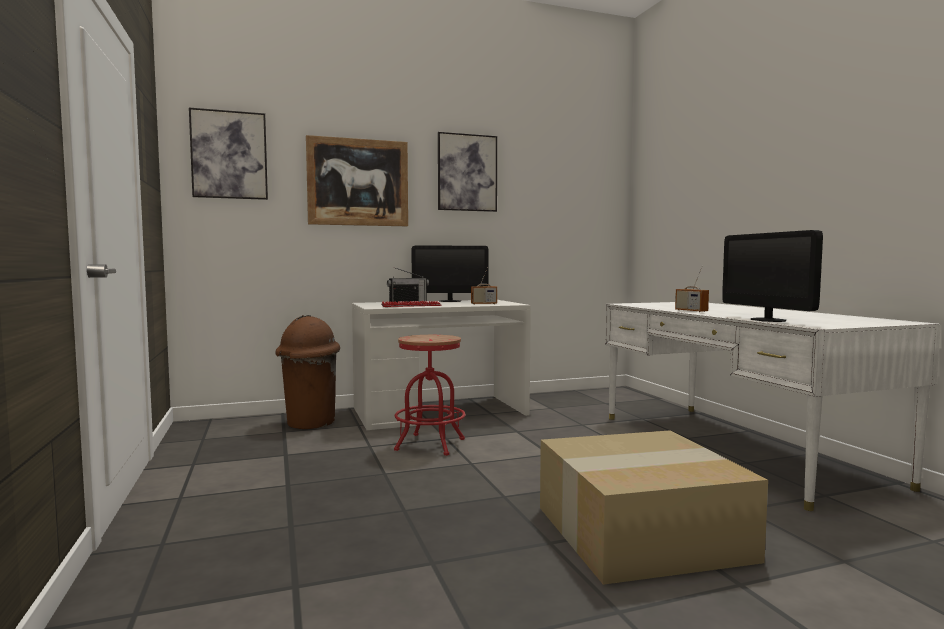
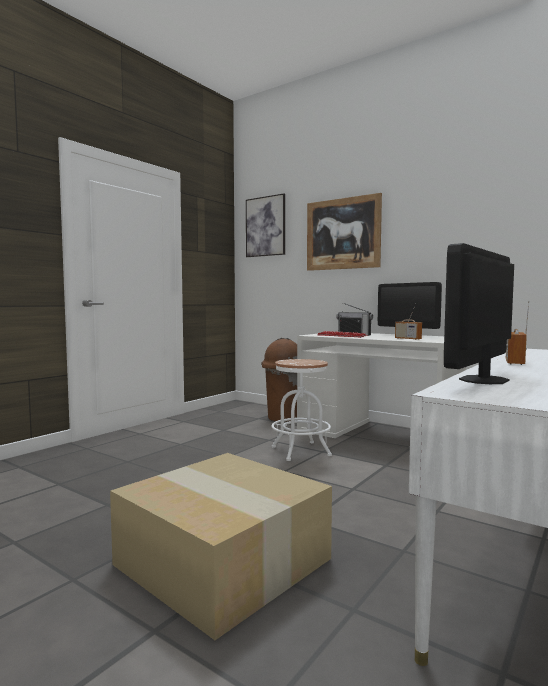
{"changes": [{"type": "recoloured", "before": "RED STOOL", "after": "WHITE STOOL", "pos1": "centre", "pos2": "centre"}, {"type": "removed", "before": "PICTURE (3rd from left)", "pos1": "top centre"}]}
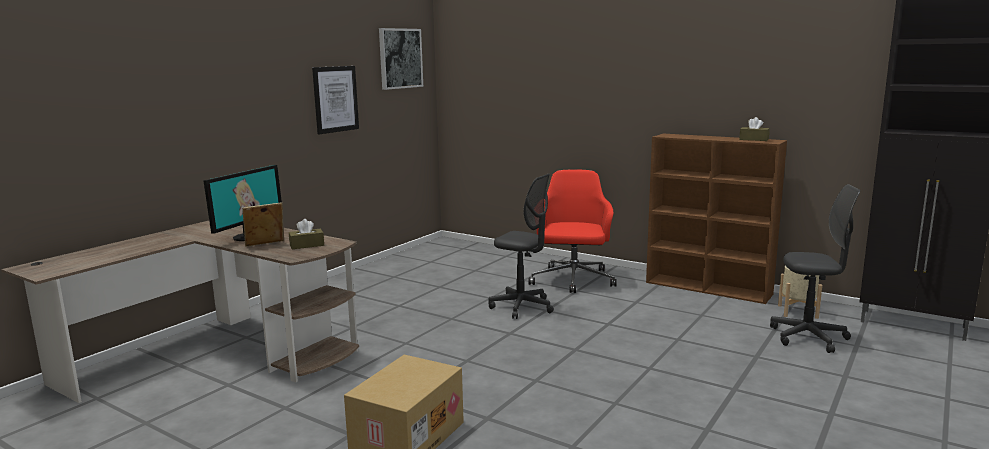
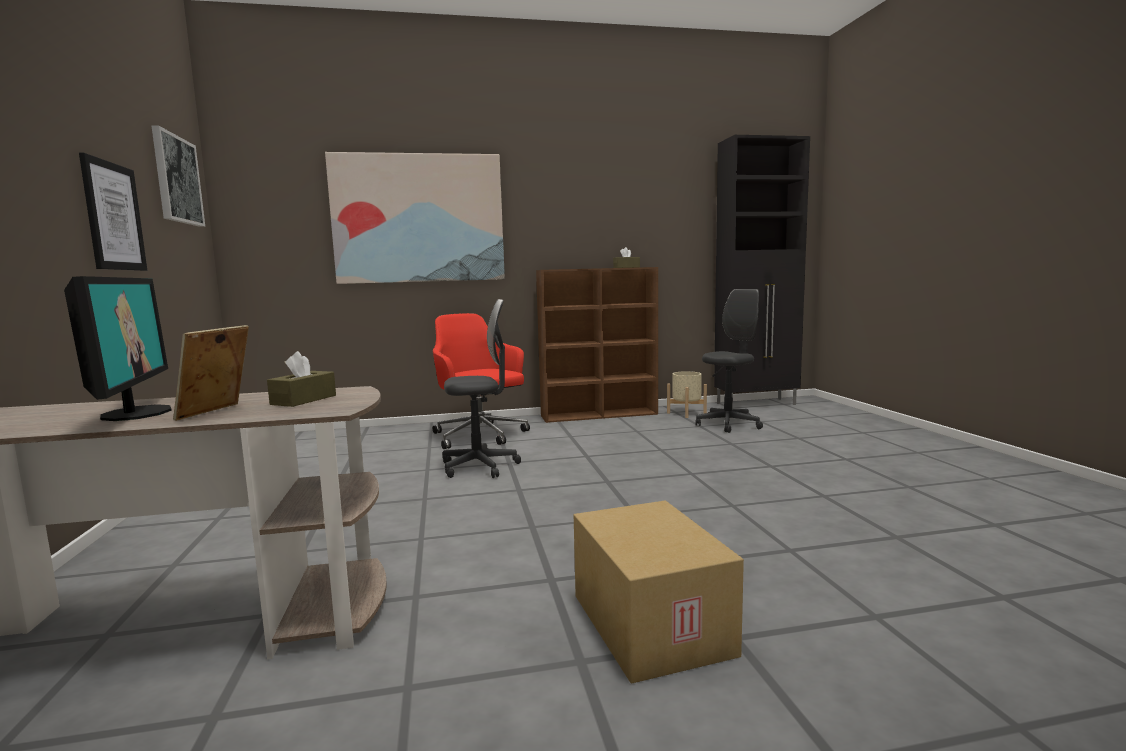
{"changes": [{"type": "added", "after": "PICTURE (3rd from left)", "pos2": "top centre"}]}
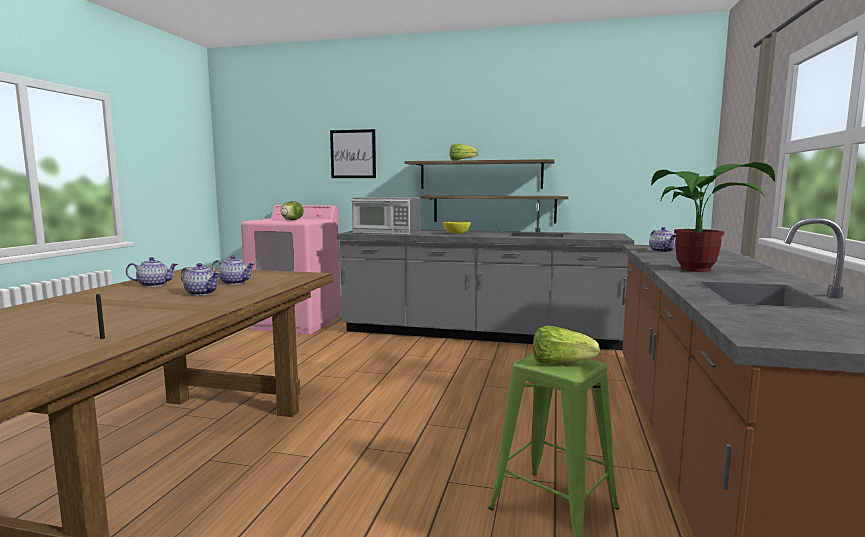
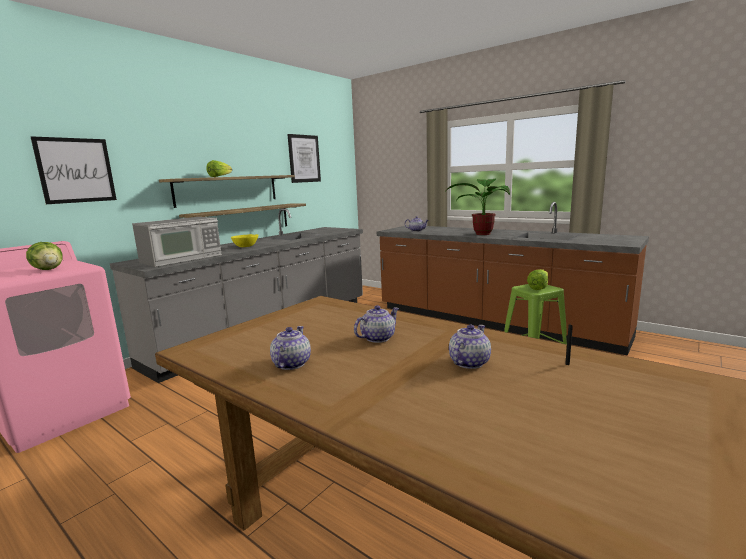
{"changes": [{"type": "added", "after": "PICTURE (2nd from left)", "pos2": "top centre"}, {"type": "moved", "before": "TEAPOT (3rd from left in the first image)", "after": "TEAPOT (4th from left)", "pos1": "middle left", "pos2": "centre"}]}
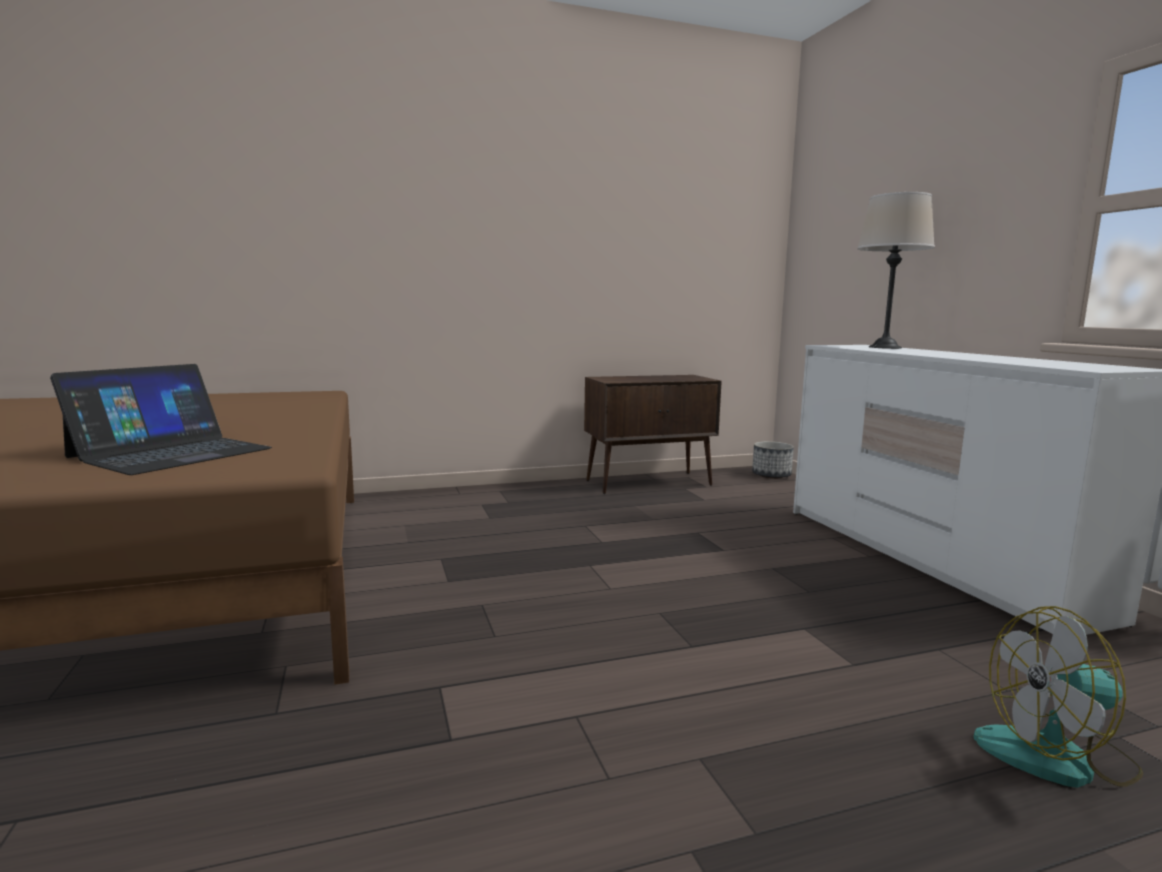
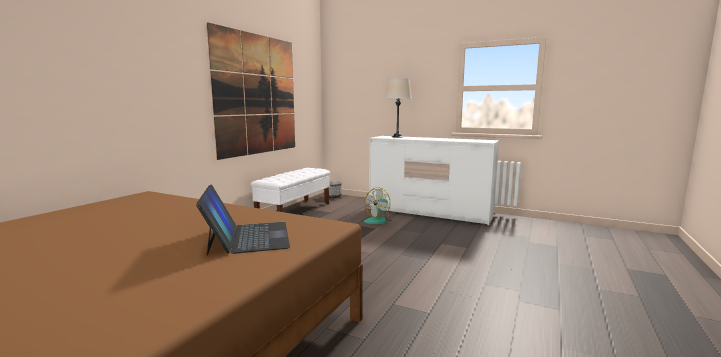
{"changes": [{"type": "added", "after": "PICTURE", "pos2": "top centre"}, {"type": "replaced", "before": "BROWN CABINET", "after": "WHITE BENCH", "pos1": "centre", "pos2": "centre"}, {"type": "moved", "before": "FAN", "pos1": "bottom right", "pos2": "centre"}]}
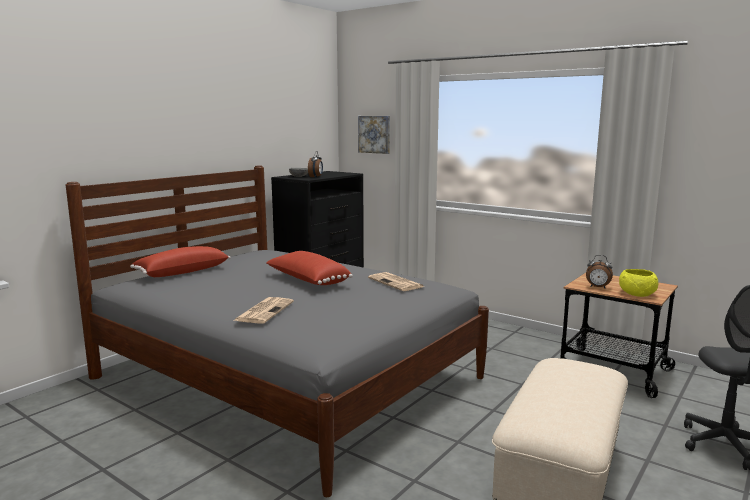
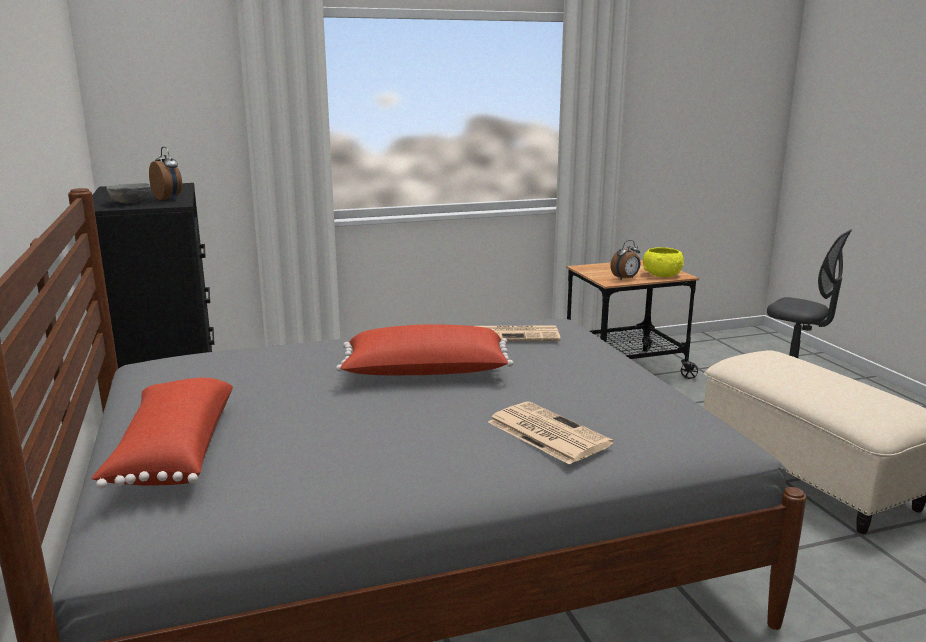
{"changes": [{"type": "removed", "before": "PICTURE", "pos1": "top centre"}]}
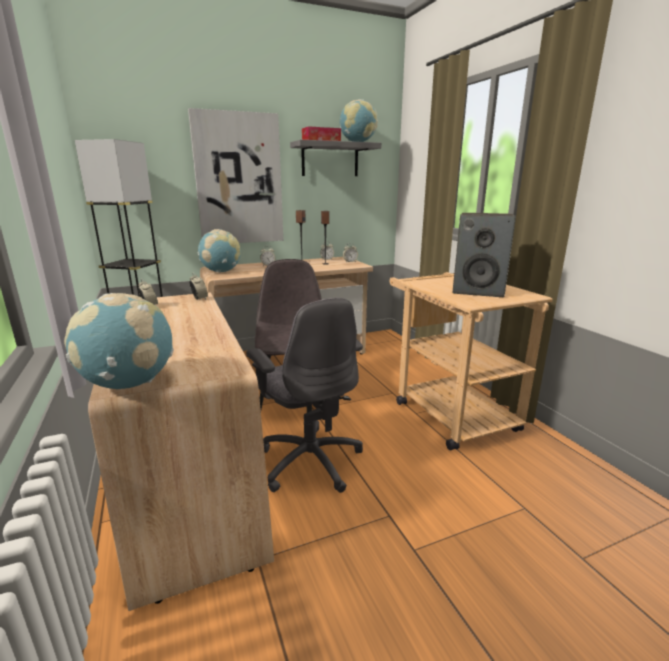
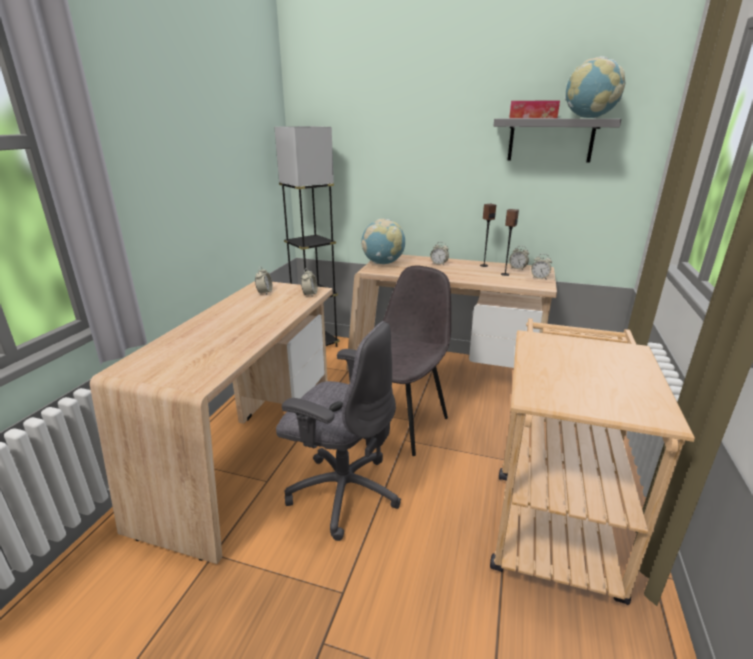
{"changes": [{"type": "turned", "before": "GREY OFFICE CHAIR", "pos1": "centre", "pos2": "centre", "turn": -75}, {"type": "removed", "before": "GLOBE (1st from left)", "pos1": "middle left"}, {"type": "removed", "before": "PICTURE", "pos1": "top centre"}, {"type": "removed", "before": "SPEAKER (3rd from left)", "pos1": "middle right"}]}
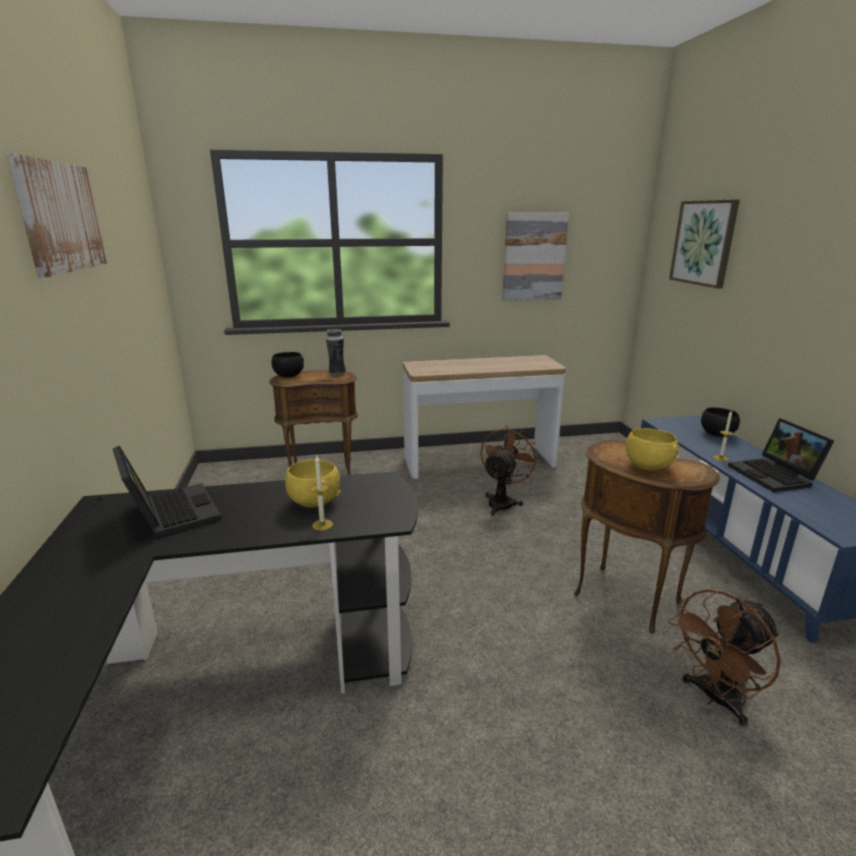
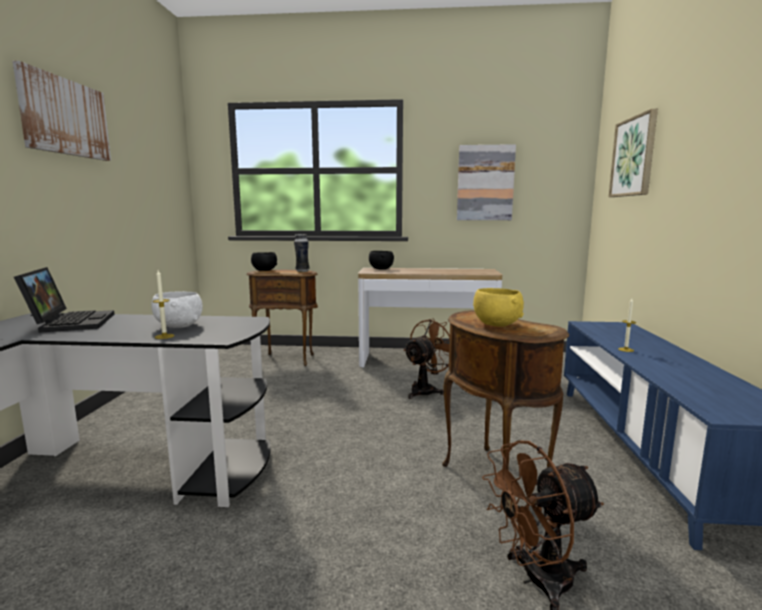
{"changes": [{"type": "recoloured", "before": "YELLOW BOWL (1st from left)", "after": "WHITE BOWL", "pos1": "centre", "pos2": "middle left"}, {"type": "moved", "before": "BLACK BOWL (2nd from left)", "pos1": "middle right", "pos2": "centre"}, {"type": "removed", "before": "LAPTOP (2nd from left)", "pos1": "middle right"}]}
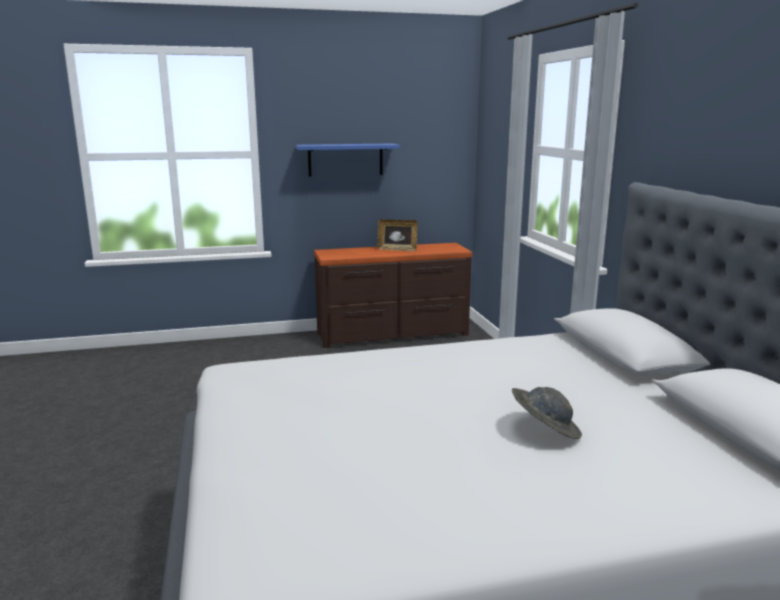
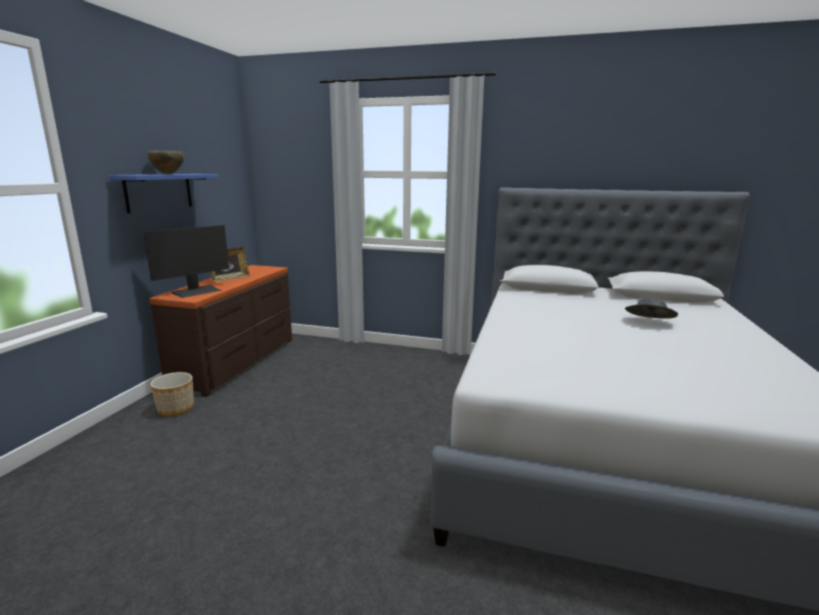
{"changes": [{"type": "added", "after": "MONITOR", "pos2": "middle left"}, {"type": "added", "after": "BROWN BOWL", "pos2": "top left"}, {"type": "added", "after": "PLANTER", "pos2": "middle left"}]}
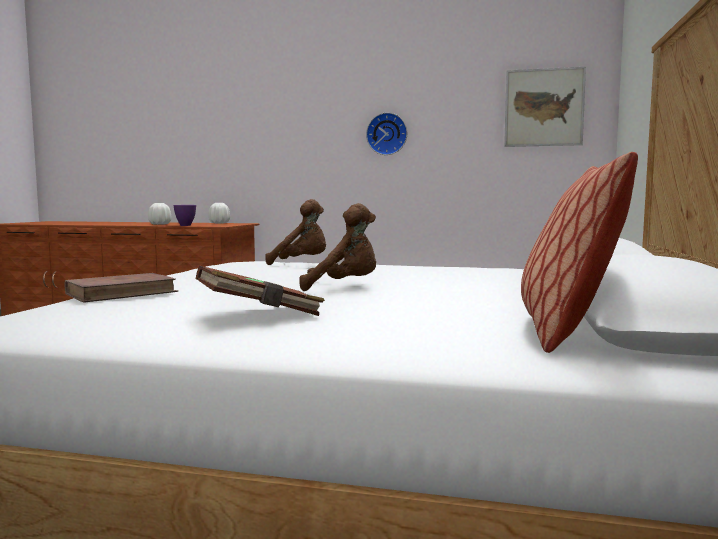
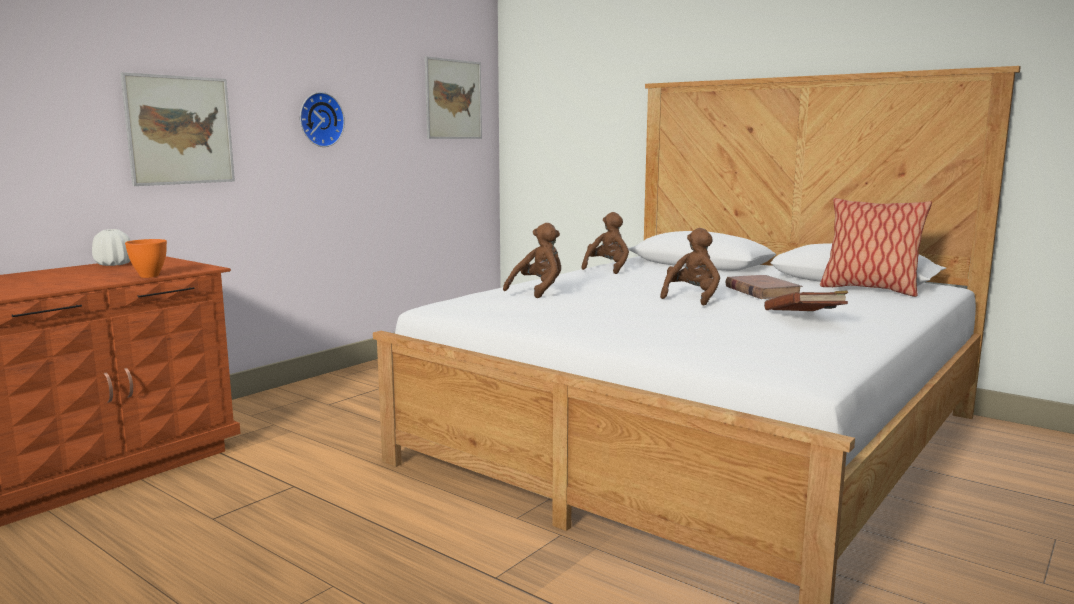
{"changes": [{"type": "added", "after": "PICTURE (1st from left)", "pos2": "top left"}, {"type": "recoloured", "before": "PURPLE BOWL", "after": "ORANGE BOWL", "pos1": "middle left", "pos2": "middle left"}, {"type": "added", "after": "BROWN PLUSH TOY (2nd from left)", "pos2": "centre"}, {"type": "moved", "before": "BROWN BOOK (1st from left)", "pos1": "middle left", "pos2": "middle right"}, {"type": "removed", "before": "WHITE VASE (1st from left)", "pos1": "middle left"}]}
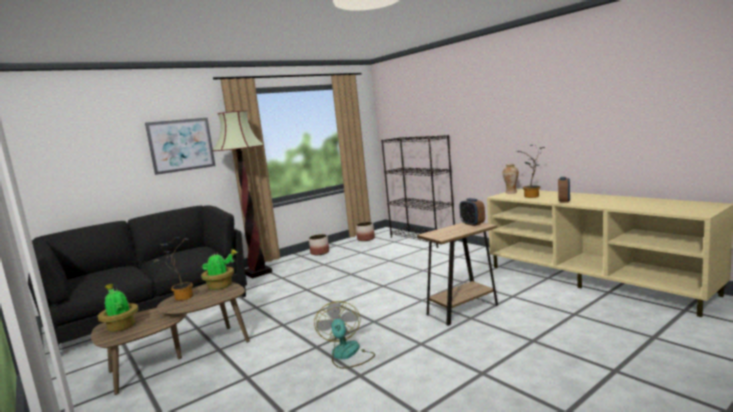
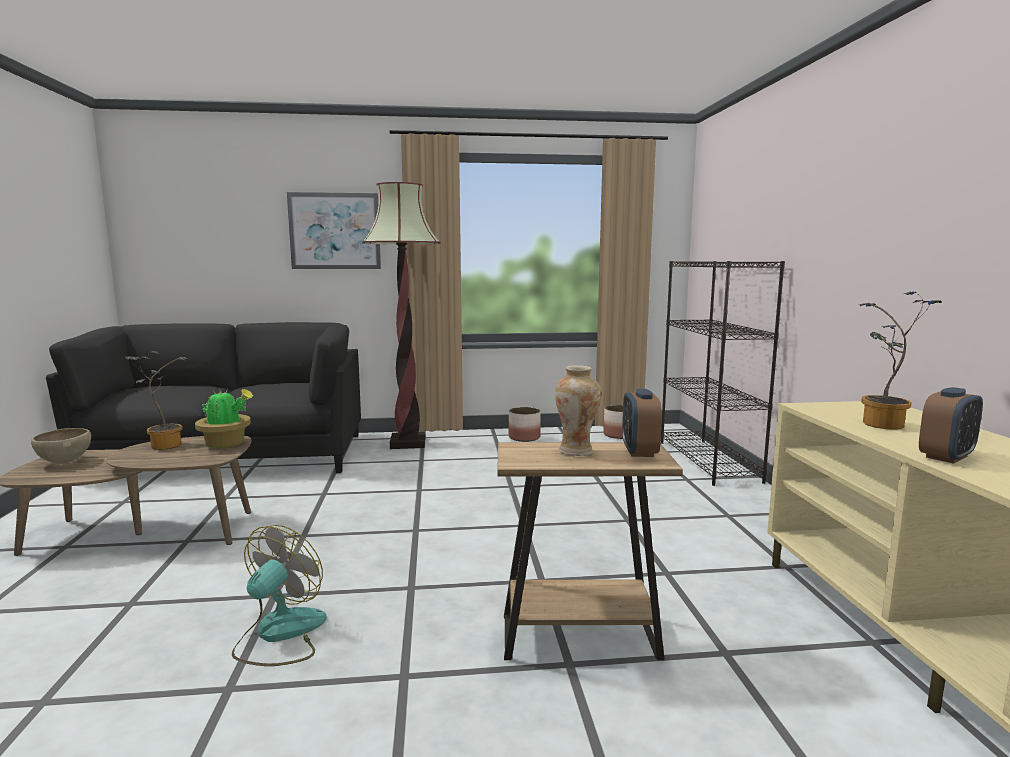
{"changes": [{"type": "replaced", "before": "POTTED PLANT (1st from left)", "after": "BROWN BOWL", "pos1": "bottom left", "pos2": "middle left"}, {"type": "moved", "before": "VASE", "pos1": "middle right", "pos2": "centre"}]}
